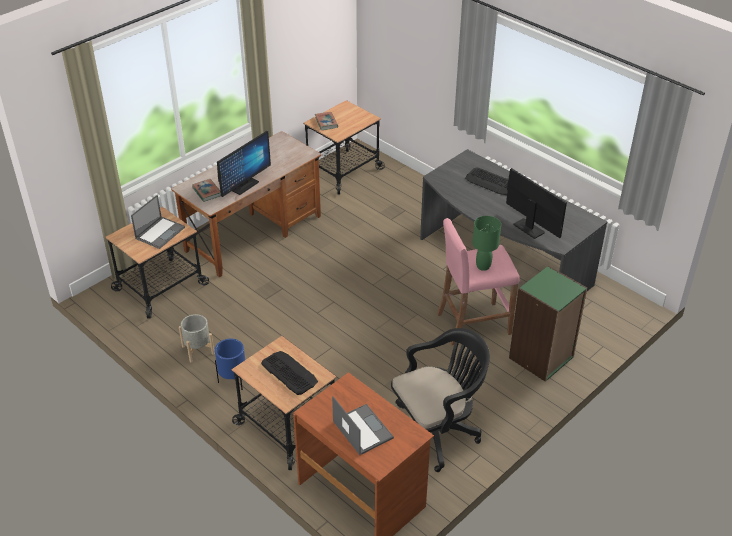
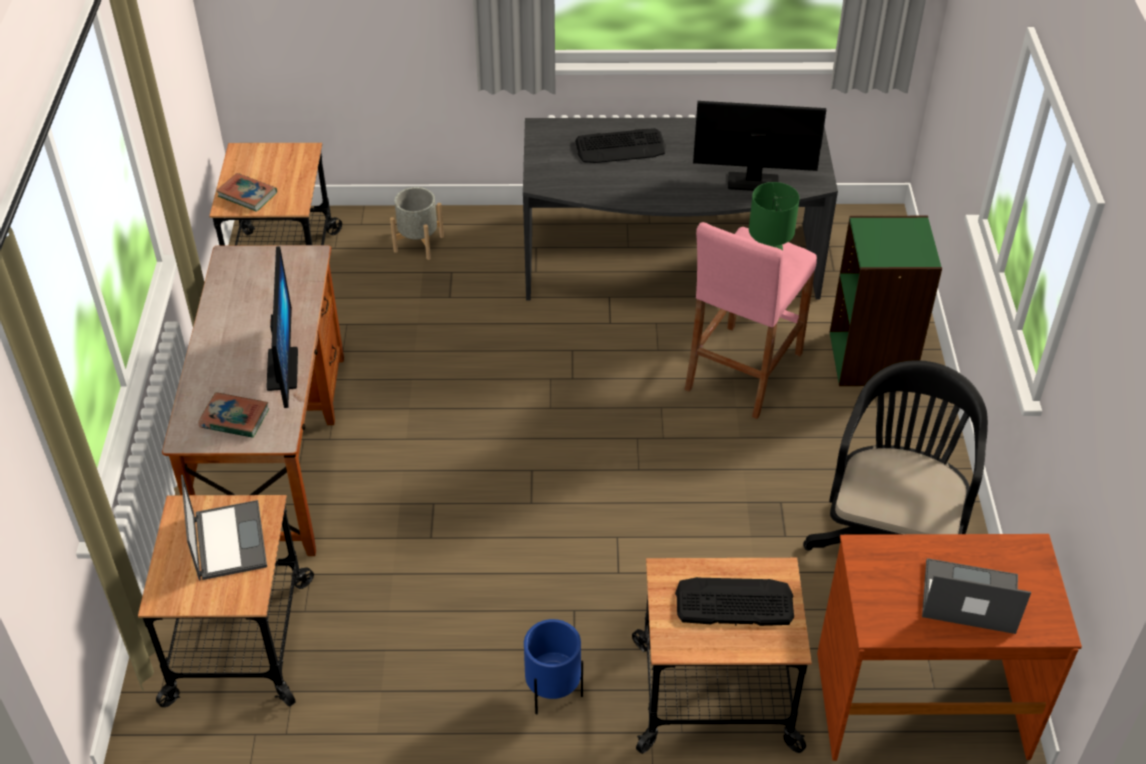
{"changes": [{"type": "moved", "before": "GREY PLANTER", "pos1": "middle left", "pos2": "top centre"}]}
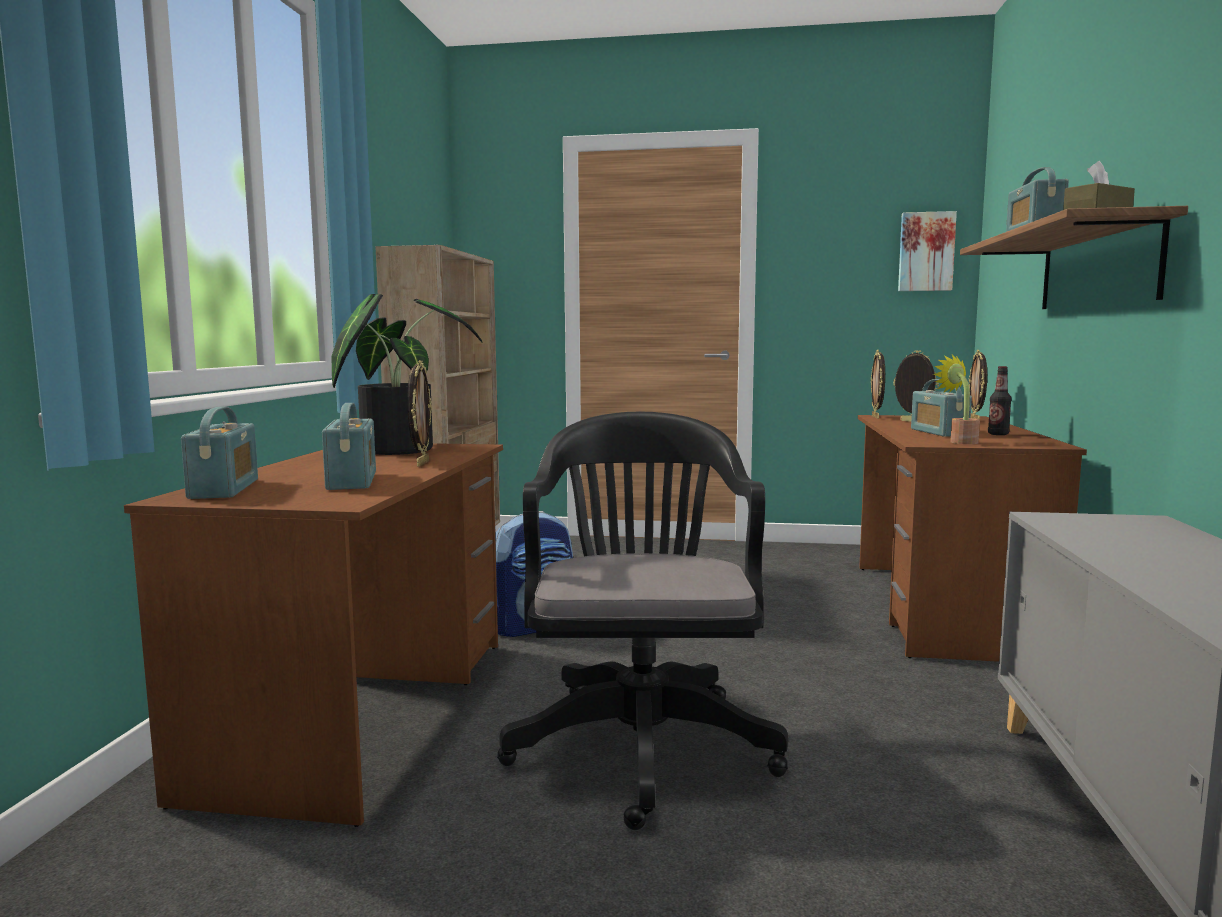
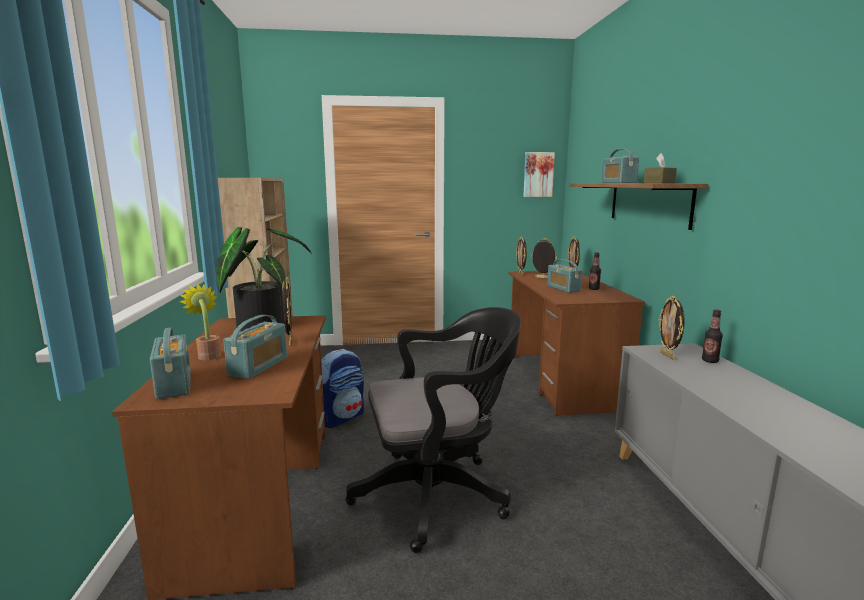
{"changes": [{"type": "moved", "before": "POTTED PLANT (2nd from left in the first image)", "after": "POTTED PLANT (1st from left)", "pos1": "middle right", "pos2": "middle left"}, {"type": "turned", "before": "RADIO (2nd from left)", "pos1": "middle left", "pos2": "middle left", "turn": 45}, {"type": "turned", "before": "BLACK OFFICE CHAIR", "pos1": "bottom centre", "pos2": "bottom centre", "turn": 90}, {"type": "added", "after": "PICTURE FRAME (5th from left)", "pos2": "middle right"}, {"type": "added", "after": "BOTTLE (2nd from left)", "pos2": "middle right"}]}
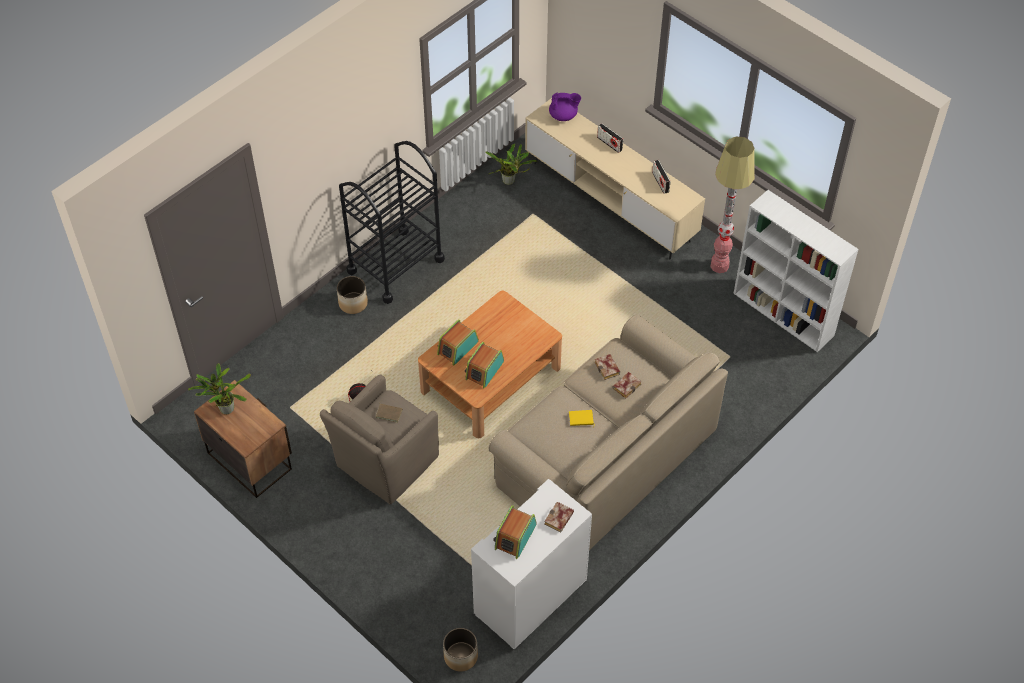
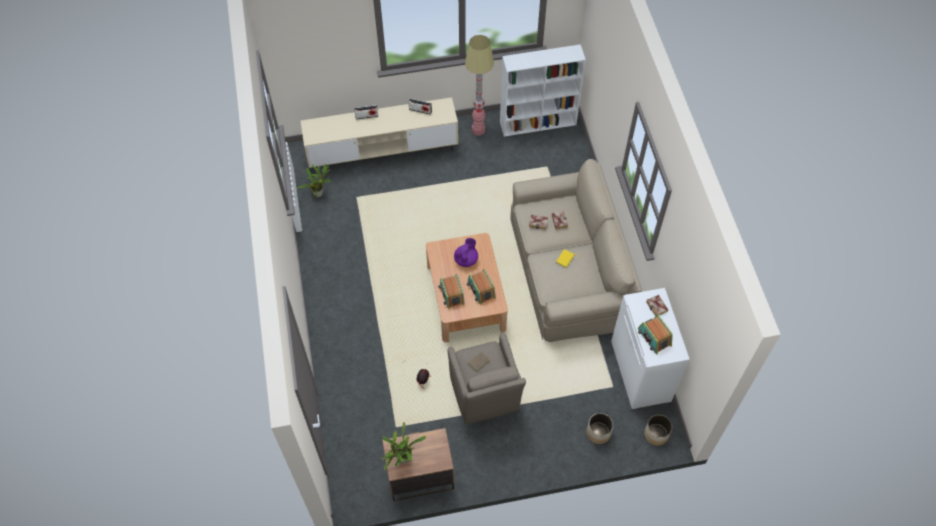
{"changes": [{"type": "moved", "before": "PURPLE TEAPOT", "pos1": "top centre", "pos2": "centre"}, {"type": "moved", "before": "PLANTER (1st from left)", "pos1": "centre", "pos2": "bottom centre"}, {"type": "removed", "before": "BLACK CART", "pos1": "top centre"}]}
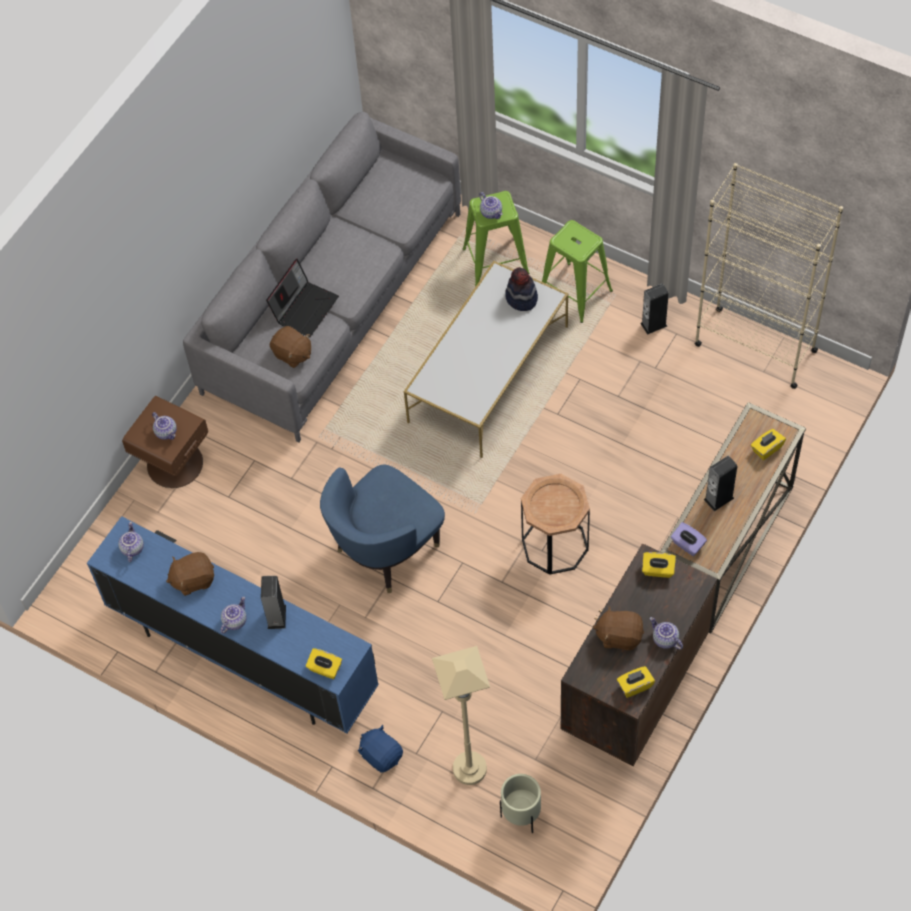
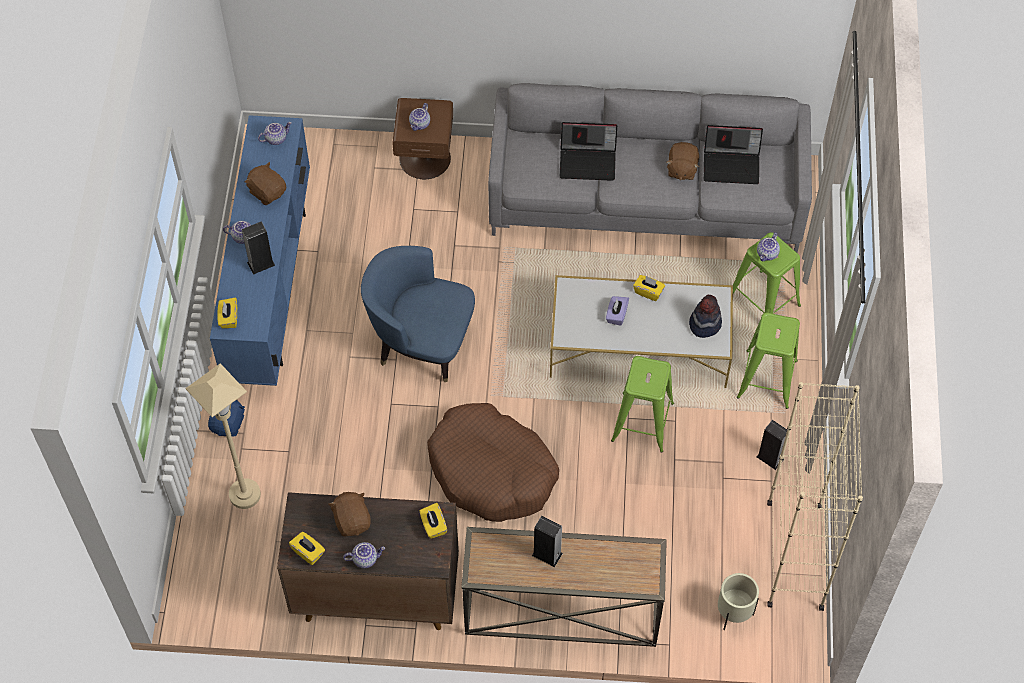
{"changes": [{"type": "turned", "before": "TEAPOT (5th from left in the first image)", "pos1": "bottom right", "pos2": "bottom centre", "turn": 60}, {"type": "replaced", "before": "BROWN SIDE TABLE", "after": "BROWN DOG BED", "pos1": "centre", "pos2": "bottom centre"}, {"type": "moved", "before": "PURPLE TISSUE BOX", "pos1": "middle right", "pos2": "centre"}, {"type": "added", "after": "GREEN STOOL (1st from left)", "pos2": "centre"}, {"type": "moved", "before": "YELLOW TISSUE BOX (4th from left)", "pos1": "middle right", "pos2": "centre"}, {"type": "moved", "before": "BROWN PLUSH TOY (2nd from left in the first image)", "after": "BROWN PLUSH TOY (3rd from left)", "pos1": "middle left", "pos2": "top right"}, {"type": "added", "after": "LAPTOP (2nd from left)", "pos2": "top right"}, {"type": "moved", "before": "BEIGE PLANTER", "pos1": "bottom centre", "pos2": "bottom right"}]}
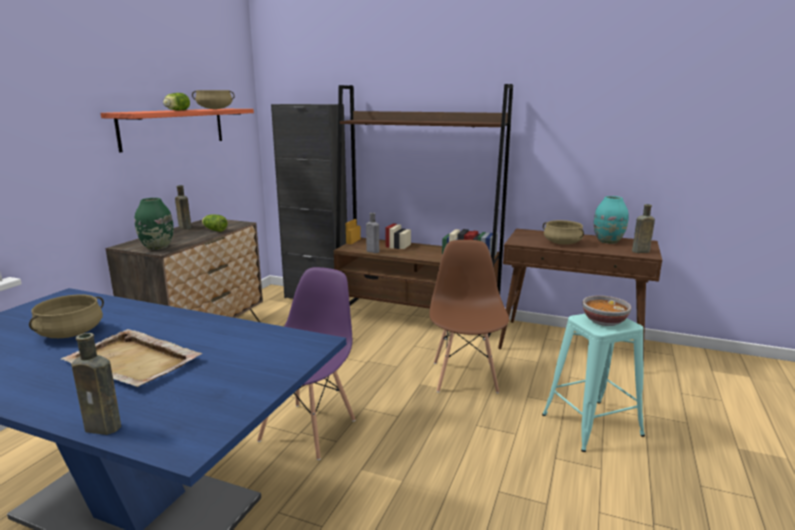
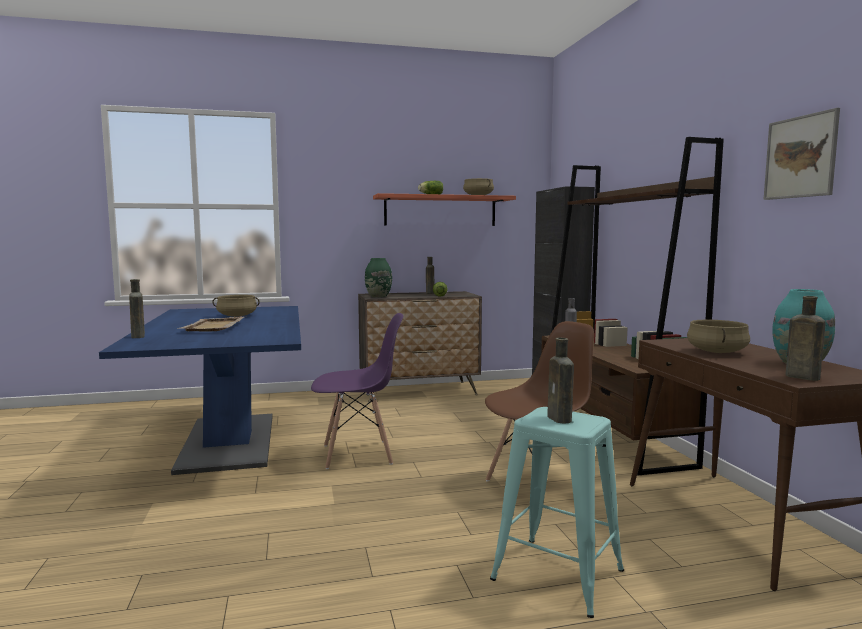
{"changes": [{"type": "replaced", "before": "BOWL", "after": "BROWN BOTTLE (3rd from left)", "pos1": "middle right", "pos2": "centre"}, {"type": "added", "after": "PICTURE", "pos2": "top right"}]}
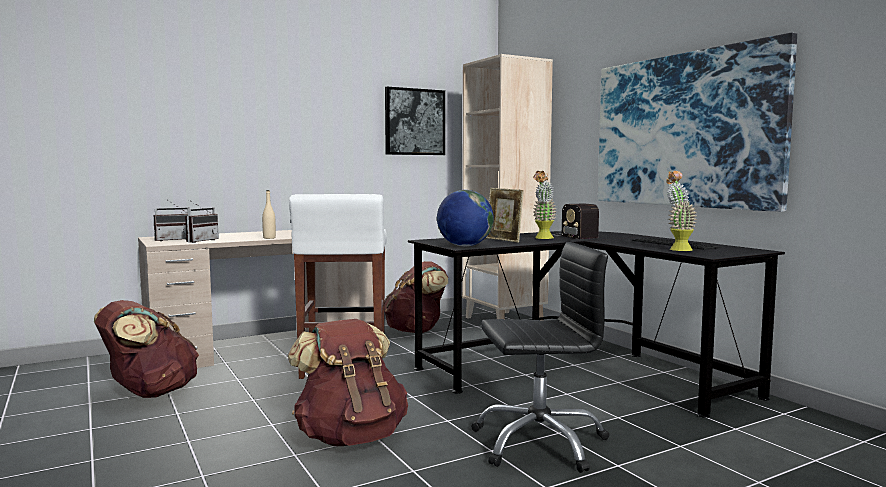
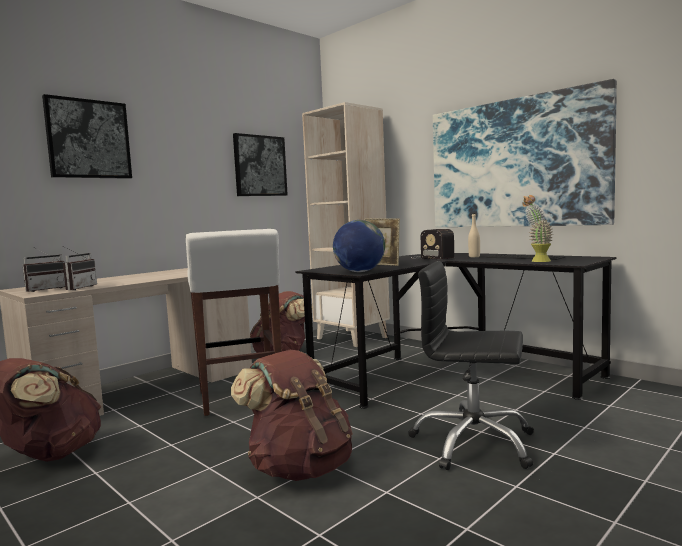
{"changes": [{"type": "added", "after": "PICTURE (1st from left)", "pos2": "top left"}, {"type": "turned", "before": "BLACK OFFICE CHAIR", "pos1": "bottom centre", "pos2": "bottom right", "turn": -135}, {"type": "moved", "before": "BEIGE BOTTLE", "pos1": "middle left", "pos2": "middle right"}, {"type": "removed", "before": "POTTED PLANT (1st from left)", "pos1": "centre"}]}
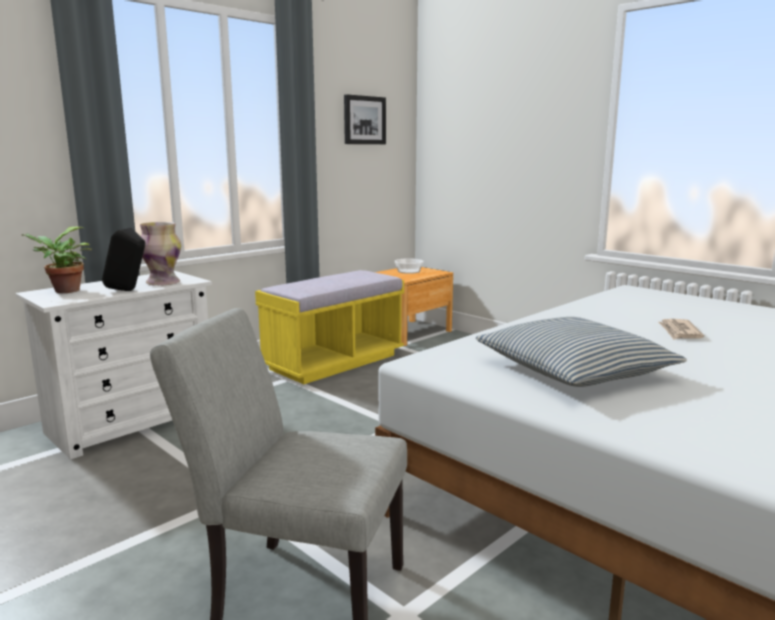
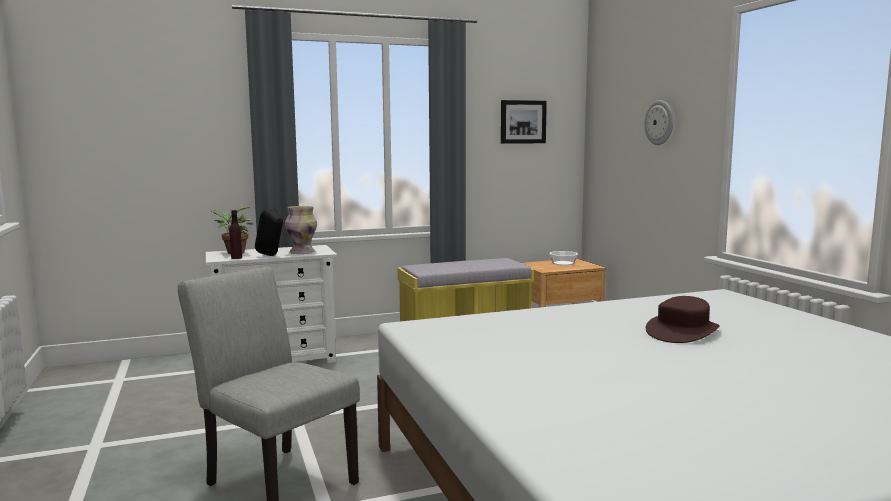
{"changes": [{"type": "added", "after": "PURPLE BOTTLE", "pos2": "middle left"}, {"type": "added", "after": "WALL CLOCK", "pos2": "top right"}, {"type": "replaced", "before": "NEWSPAPER", "after": "BROWN HAT", "pos1": "middle right", "pos2": "middle right"}, {"type": "removed", "before": "PILLOW", "pos1": "middle right"}]}
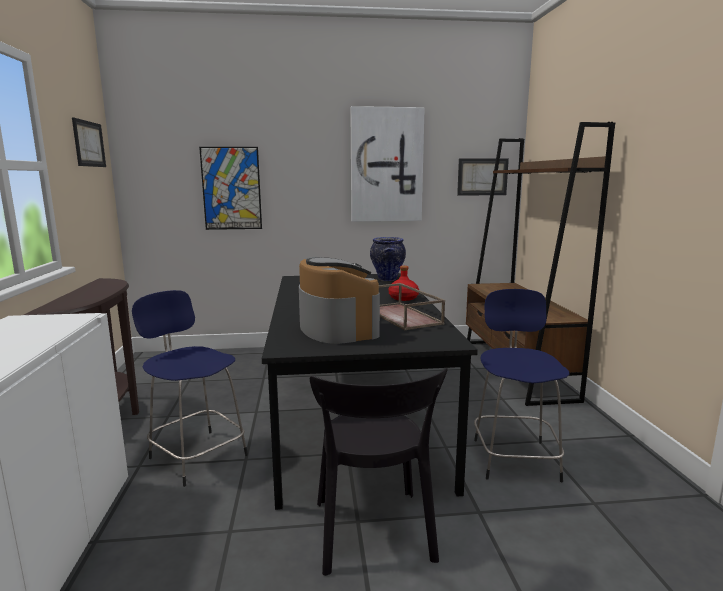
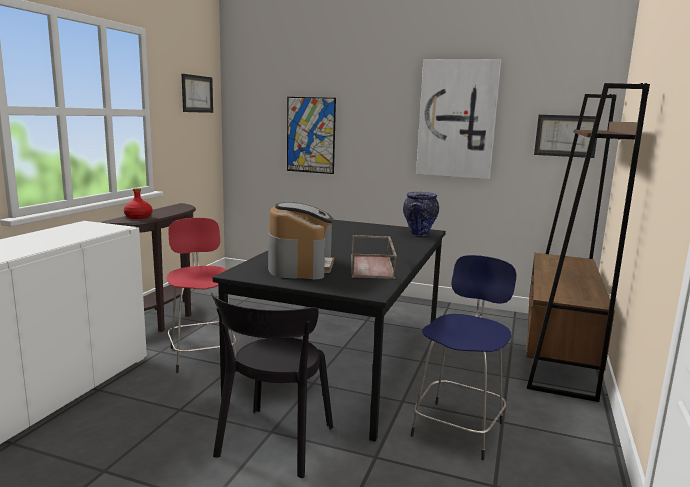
{"changes": [{"type": "moved", "before": "RED BOTTLE", "pos1": "centre", "pos2": "middle left"}, {"type": "recoloured", "before": "BLUE STOOL (1st from left)", "after": "RED STOOL", "pos1": "middle left", "pos2": "middle left"}]}
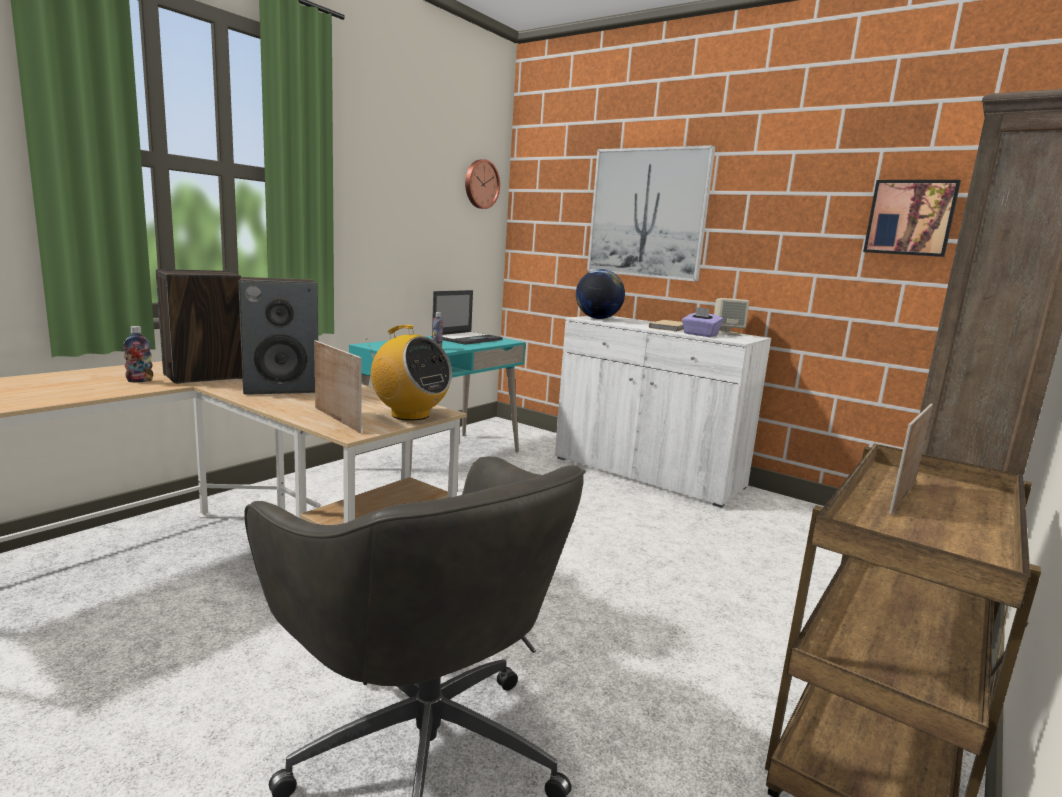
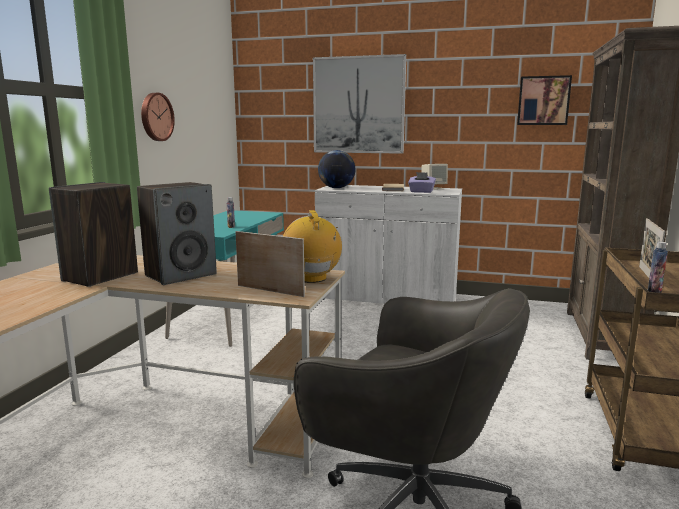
{"changes": [{"type": "moved", "before": "WALL CLOCK", "pos1": "top centre", "pos2": "top left"}, {"type": "turned", "before": "RADIO", "pos1": "centre", "pos2": "centre", "turn": -120}, {"type": "moved", "before": "BOTTLE (1st from left in the first image)", "after": "BOTTLE (2nd from left)", "pos1": "middle left", "pos2": "middle right"}, {"type": "removed", "before": "LAPTOP", "pos1": "centre"}]}
